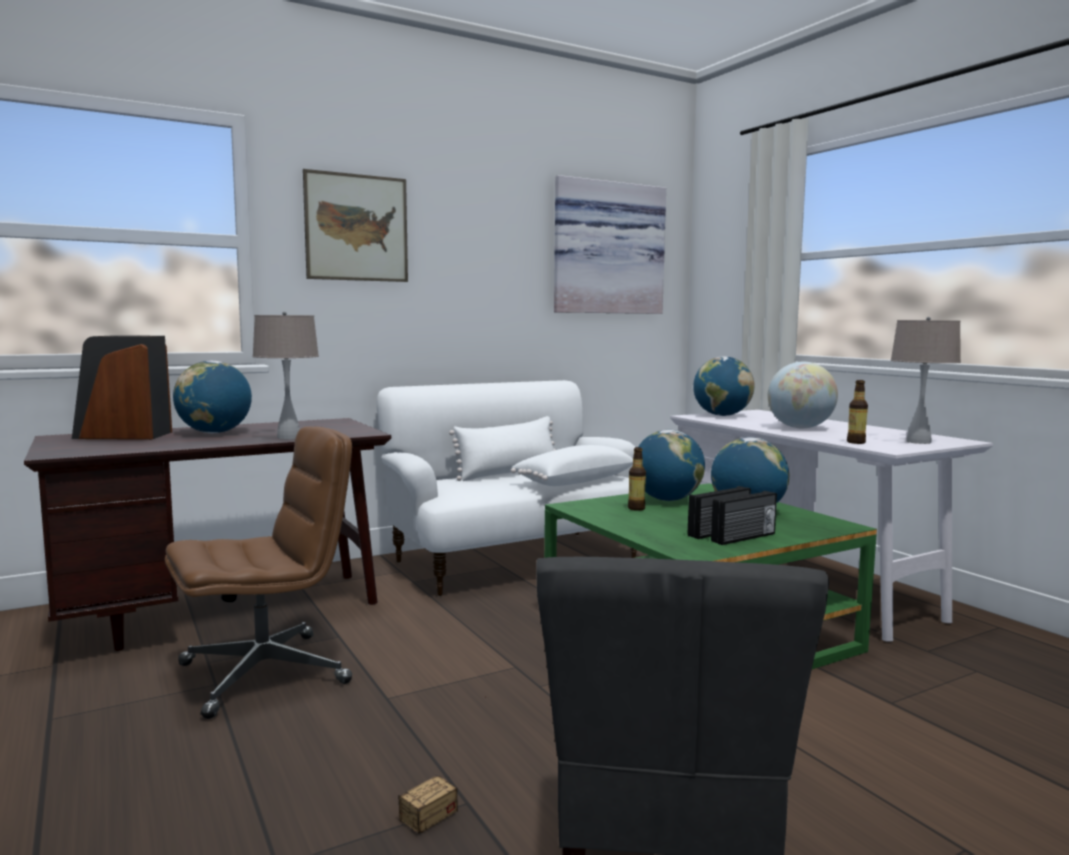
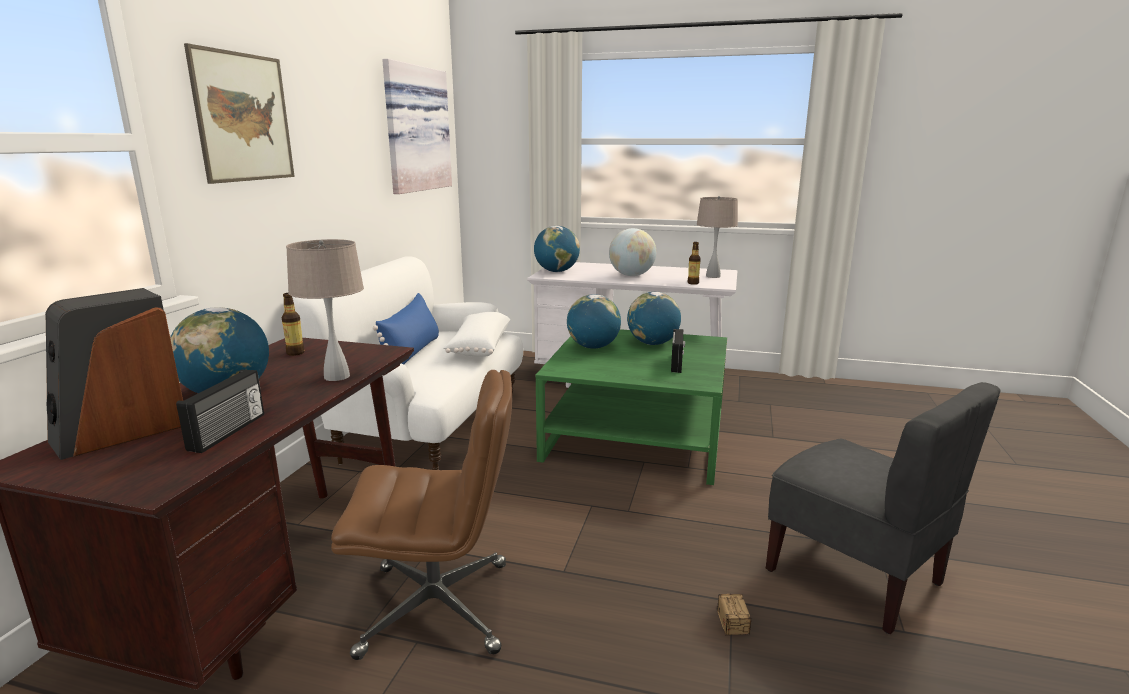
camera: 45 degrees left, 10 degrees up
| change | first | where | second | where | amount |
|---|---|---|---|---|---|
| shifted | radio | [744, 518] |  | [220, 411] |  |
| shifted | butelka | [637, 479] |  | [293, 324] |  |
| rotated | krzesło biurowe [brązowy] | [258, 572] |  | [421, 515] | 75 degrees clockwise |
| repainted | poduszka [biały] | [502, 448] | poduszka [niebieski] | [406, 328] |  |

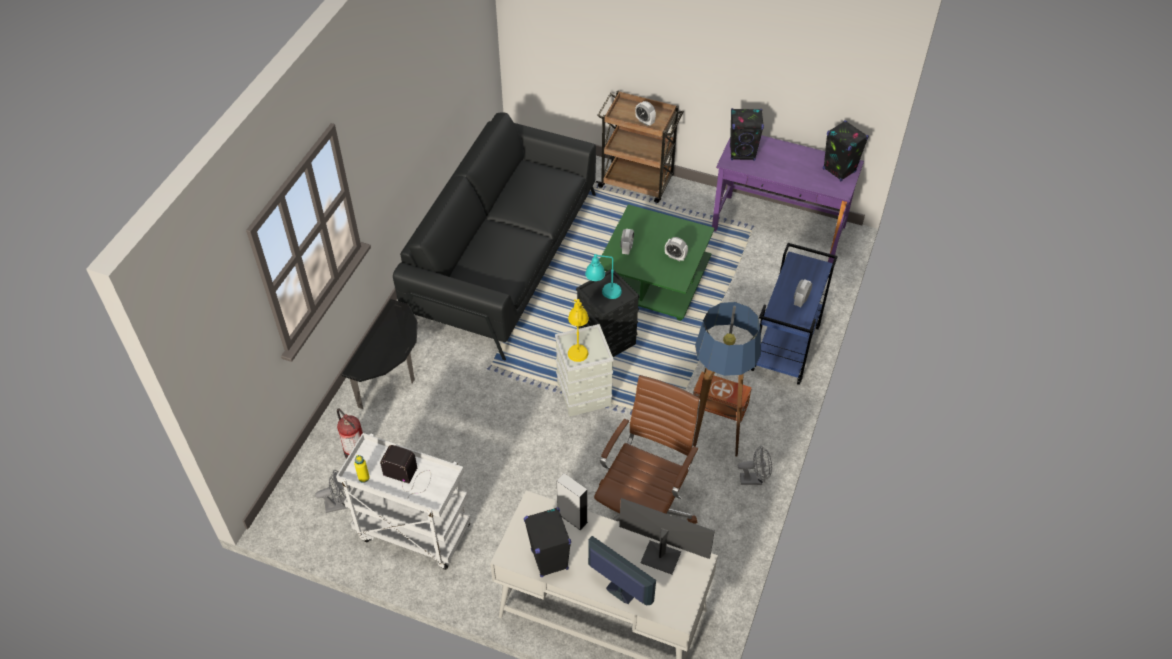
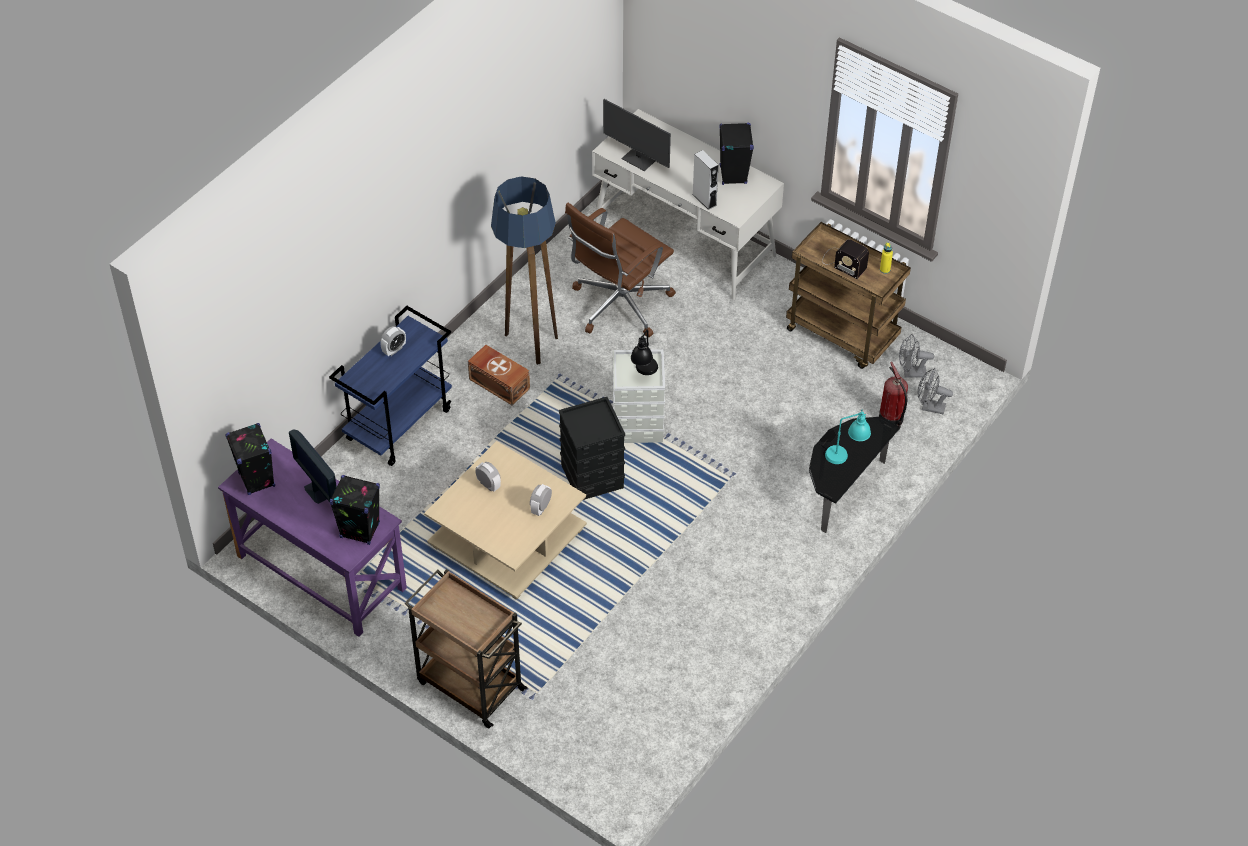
camera: 165 degrees left, 0 degrees up
| change | first | where | second | where | amount |
|---|---|---|---|---|---|
| shifted | monitor | [622, 570] |  | [313, 466] |  |
| repainted | ława [zielony] | [657, 262] | ława [beżowy] | [505, 520] |  |
| repainted | lampa stołowa [żółty] | [578, 330] | lampa stołowa [czarny] | [644, 352] |  |
| repainted | wózek [biały] | [403, 501] | wózek [brązowy] | [848, 295] |  |
| shifted | lampa stołowa [turkusowy] | [603, 276] |  | [848, 436] |  |
| shifted | wentylator [szary] | [755, 465] |  | [935, 391] |  |
| gone | kanapa [czarny] | [494, 236] |  |  |  |
| gone | budzik | [645, 113] |  |  |  |

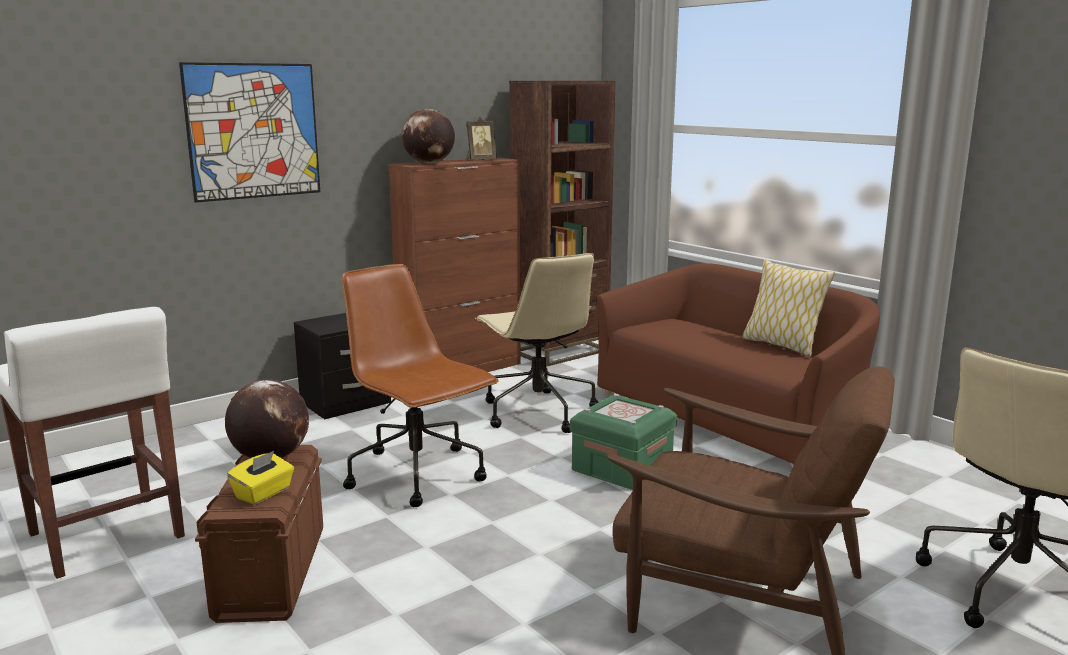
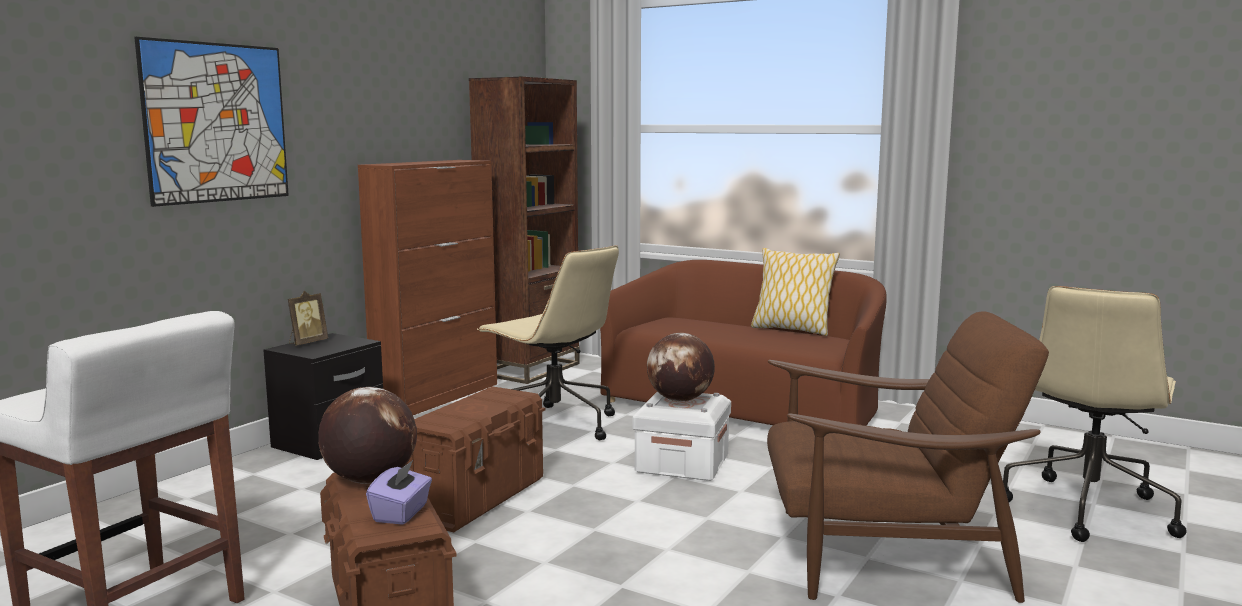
camera: 20 degrees left, 5 degrees down
| change | first | where | second | where | amount |
|---|---|---|---|---|---|
| shifted | ramka na zdjęcie | [482, 138] |  | [308, 318] |  |
| repainted | pudełko chusteczek [żółty] | [260, 478] | pudełko chusteczek [fioletowy] | [399, 492] |  |
| swapped | krzesło biurowe [brązowy] | [420, 385] | pojemnik do przechowywania [brązowy] | [476, 459] |  |
| repainted | pojemnik do przechowywania [zielony] | [623, 442] | pojemnik do przechowywania [biały] | [682, 436] |  |
| shifted | globus | [428, 136] |  | [681, 367] |  |

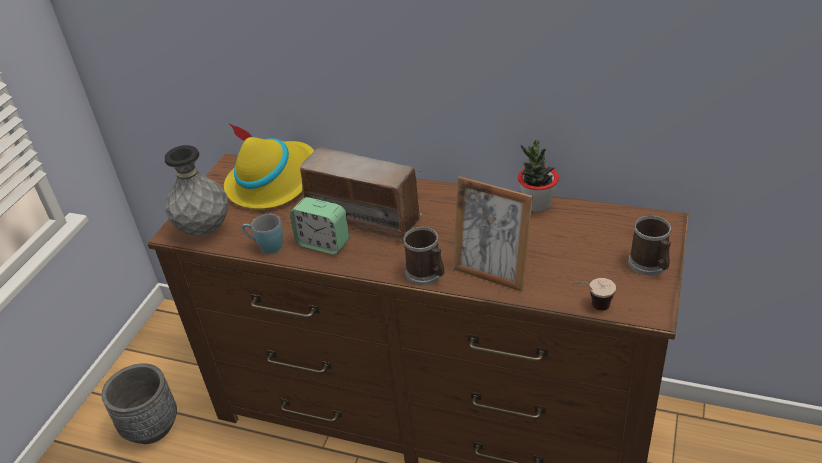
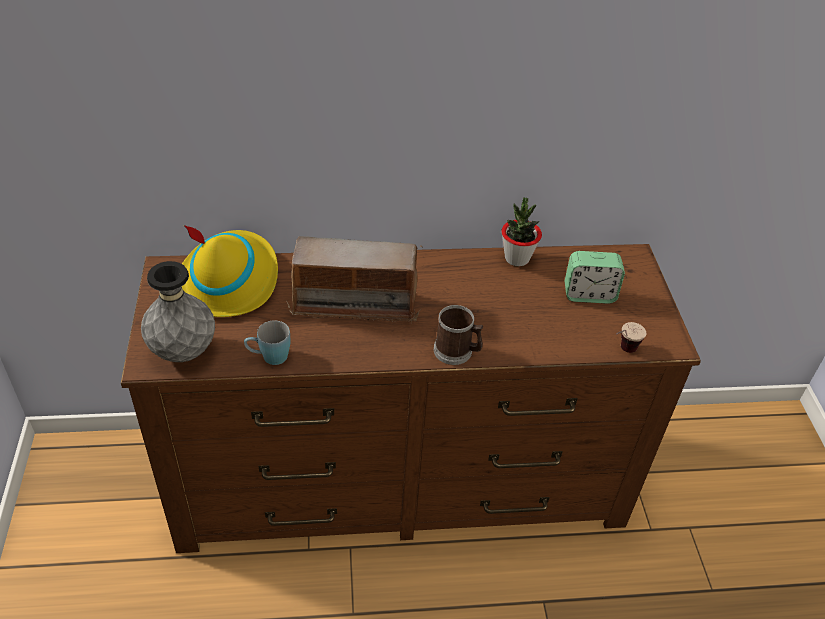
camera: 30 degrees left, 5 degrees up
| change | first | where | second | where | amount |
|---|---|---|---|---|---|
| shifted | budzik | [319, 226] |  | [595, 277] |  |
| gone | donica [szary] | [139, 403] |  |  |  |
| gone | ramka na zdjęcie | [493, 234] |  |  |  |
| gone | kubek | [649, 246] |  |  |  |

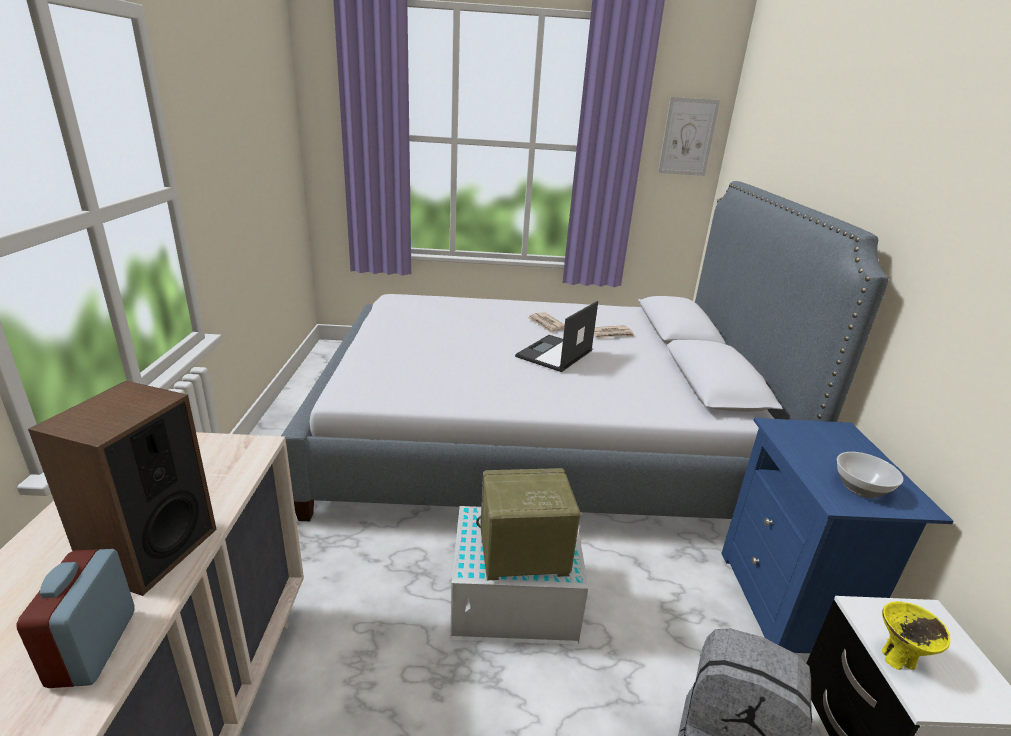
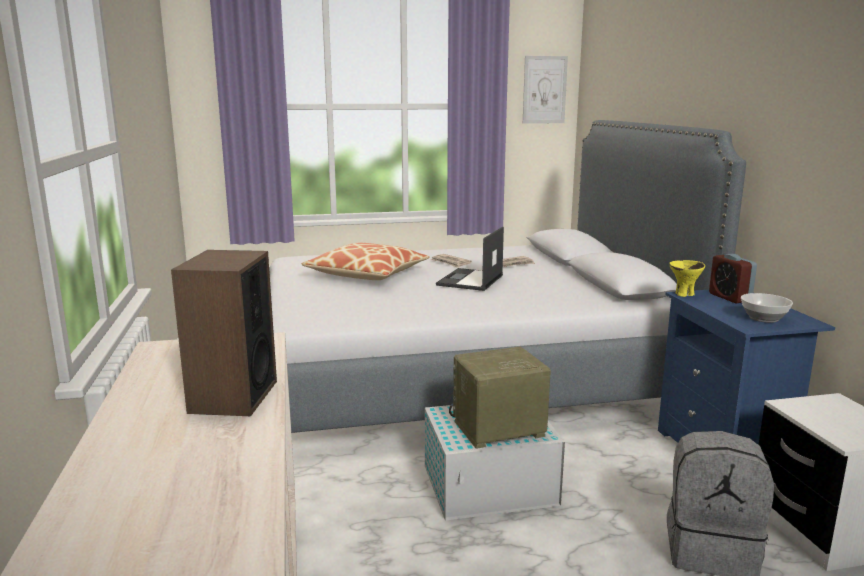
camera: 10 degrees left, 10 degrees down
| change | first | where | second | where | amount |
|---|---|---|---|---|---|
| new |  |  | poduszka | [366, 261] |  |
| shifted | miska [żółty] | [916, 635] |  | [687, 278] |  |
| shifted | budzik | [76, 618] |  | [733, 278] |  |

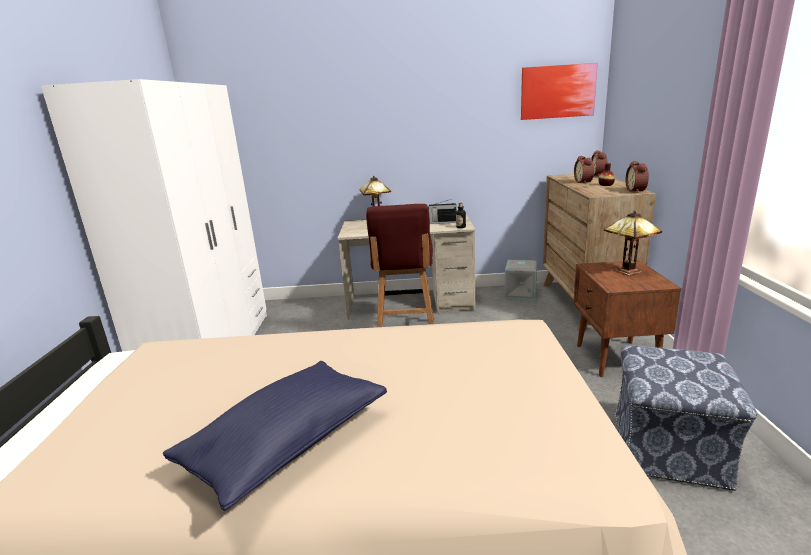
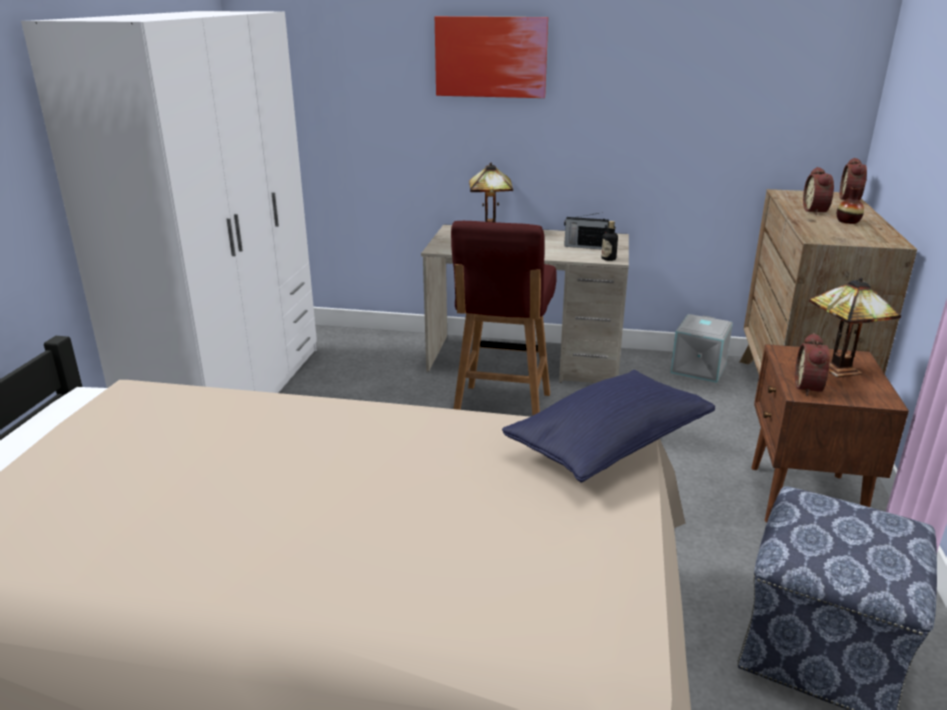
camera: 10 degrees right, 5 degrees up
| change | first | where | second | where | amount |
|---|---|---|---|---|---|
| shifted | obraz | [559, 91] |  | [491, 57] |  |
| shifted | poduszka [niebieski] | [275, 436] |  | [608, 426] |  |
| shifted | budzik | [637, 177] |  | [812, 364] |  |

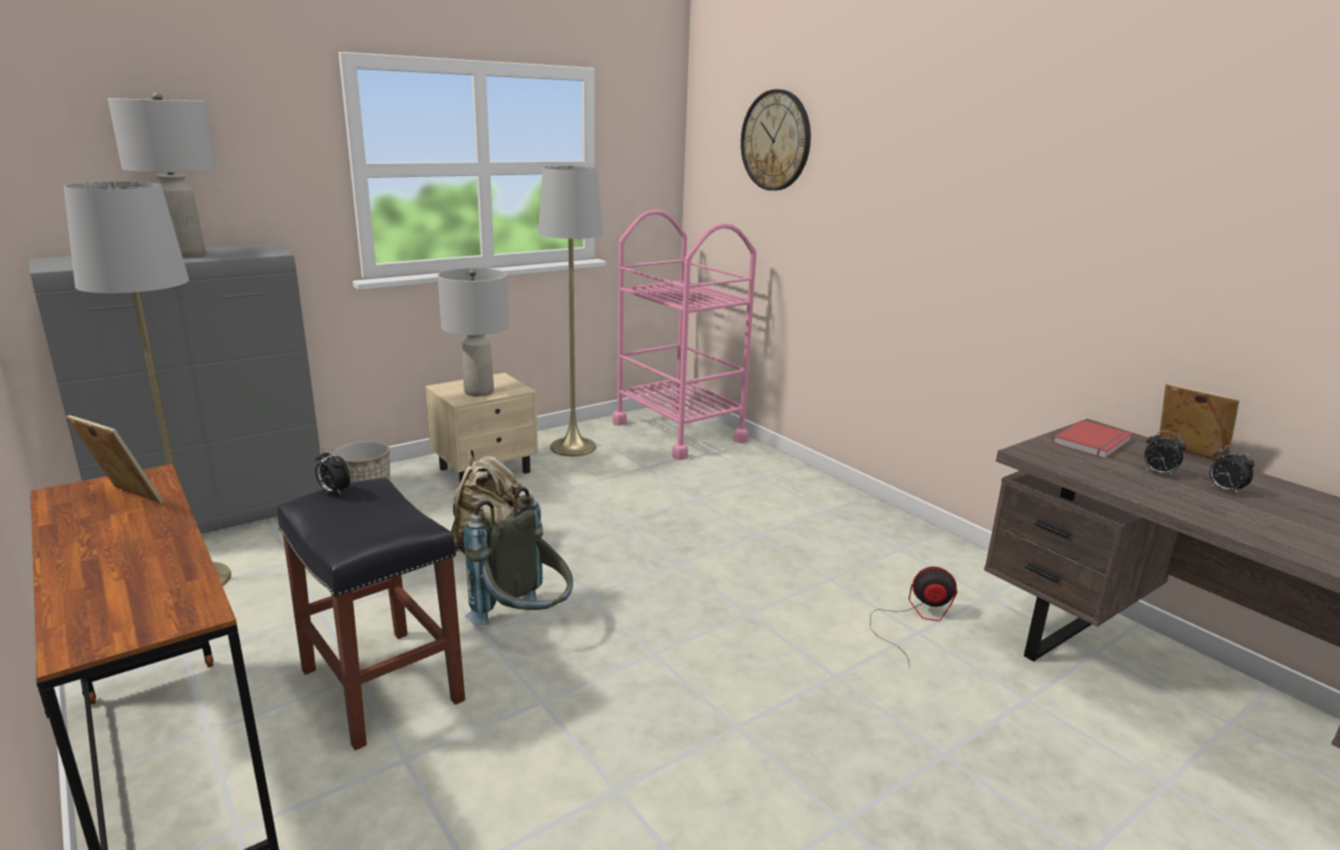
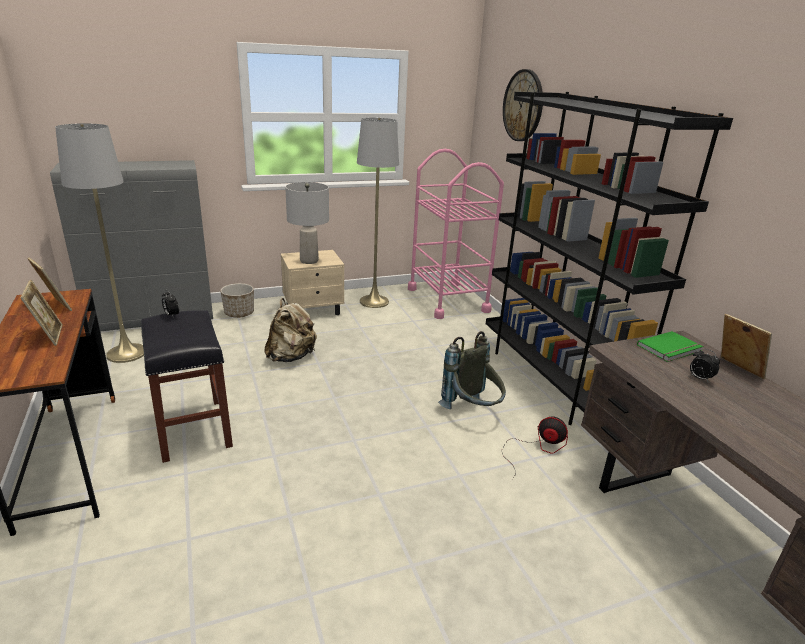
camera: 15 degrees right, 5 degrees up
| change | first | where | second | where | amount |
|---|---|---|---|---|---|
| new |  |  | ramka na zdjęcie | [42, 313] |  |
| shifted | plecak [szary] | [518, 556] |  | [472, 370] |  |
| new |  |  | regał [czarny] | [609, 258] |  |
| repainted | książka [czerwony] | [1093, 439] | książka [zielony] | [670, 346] |  |
| gone | lampa stołowa [szary] | [162, 175] |  |  |  |
| gone | budzik | [1232, 470] |  |  |  |

